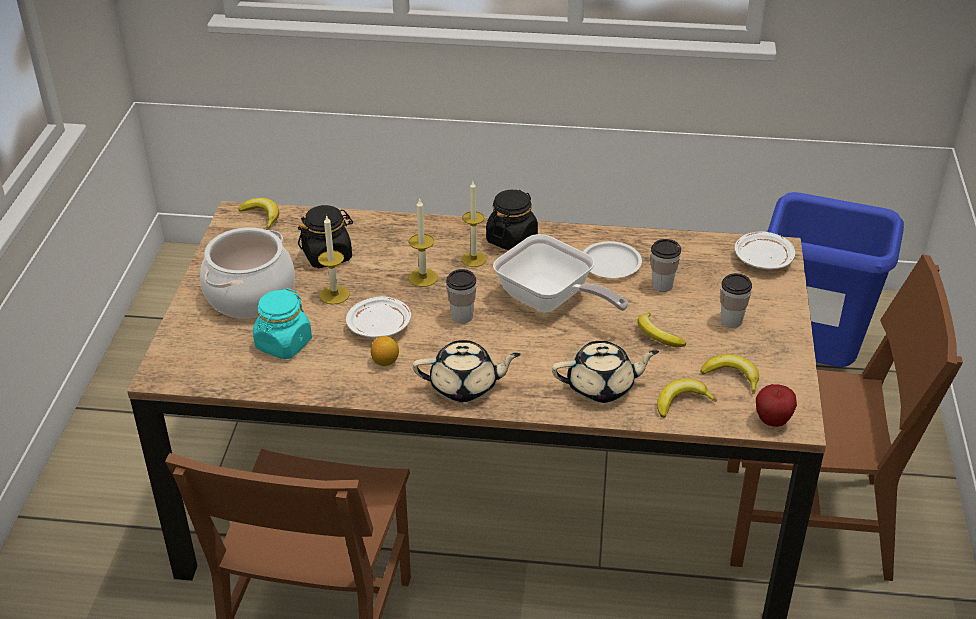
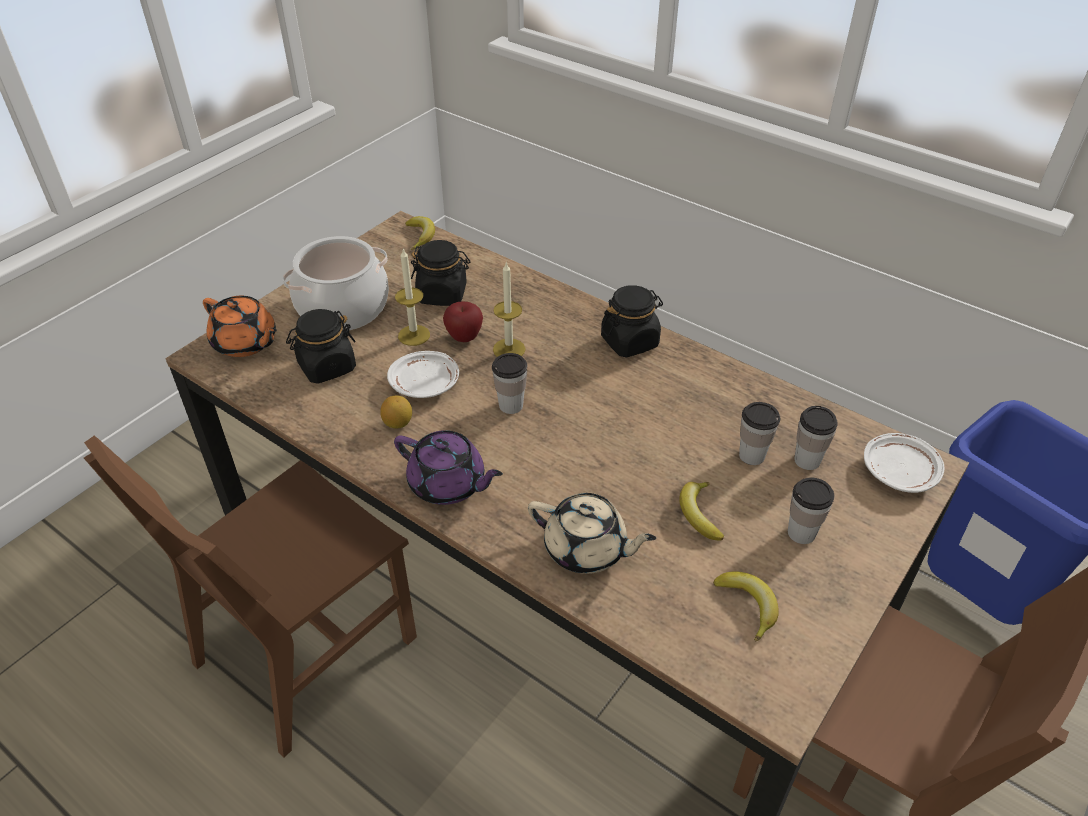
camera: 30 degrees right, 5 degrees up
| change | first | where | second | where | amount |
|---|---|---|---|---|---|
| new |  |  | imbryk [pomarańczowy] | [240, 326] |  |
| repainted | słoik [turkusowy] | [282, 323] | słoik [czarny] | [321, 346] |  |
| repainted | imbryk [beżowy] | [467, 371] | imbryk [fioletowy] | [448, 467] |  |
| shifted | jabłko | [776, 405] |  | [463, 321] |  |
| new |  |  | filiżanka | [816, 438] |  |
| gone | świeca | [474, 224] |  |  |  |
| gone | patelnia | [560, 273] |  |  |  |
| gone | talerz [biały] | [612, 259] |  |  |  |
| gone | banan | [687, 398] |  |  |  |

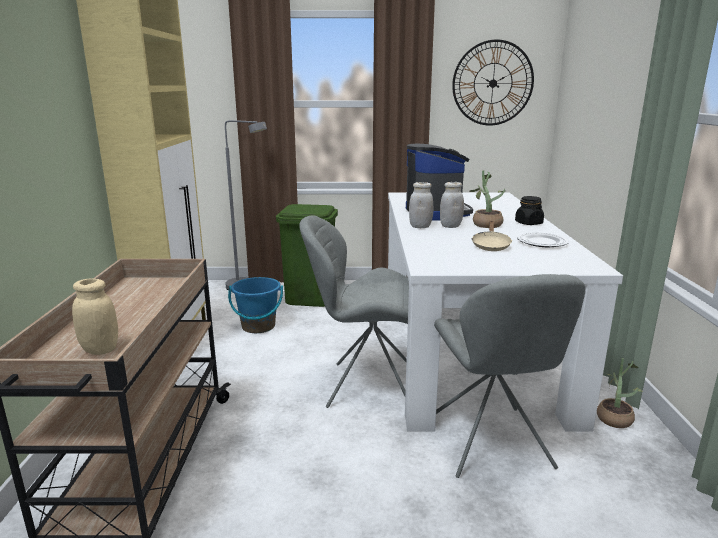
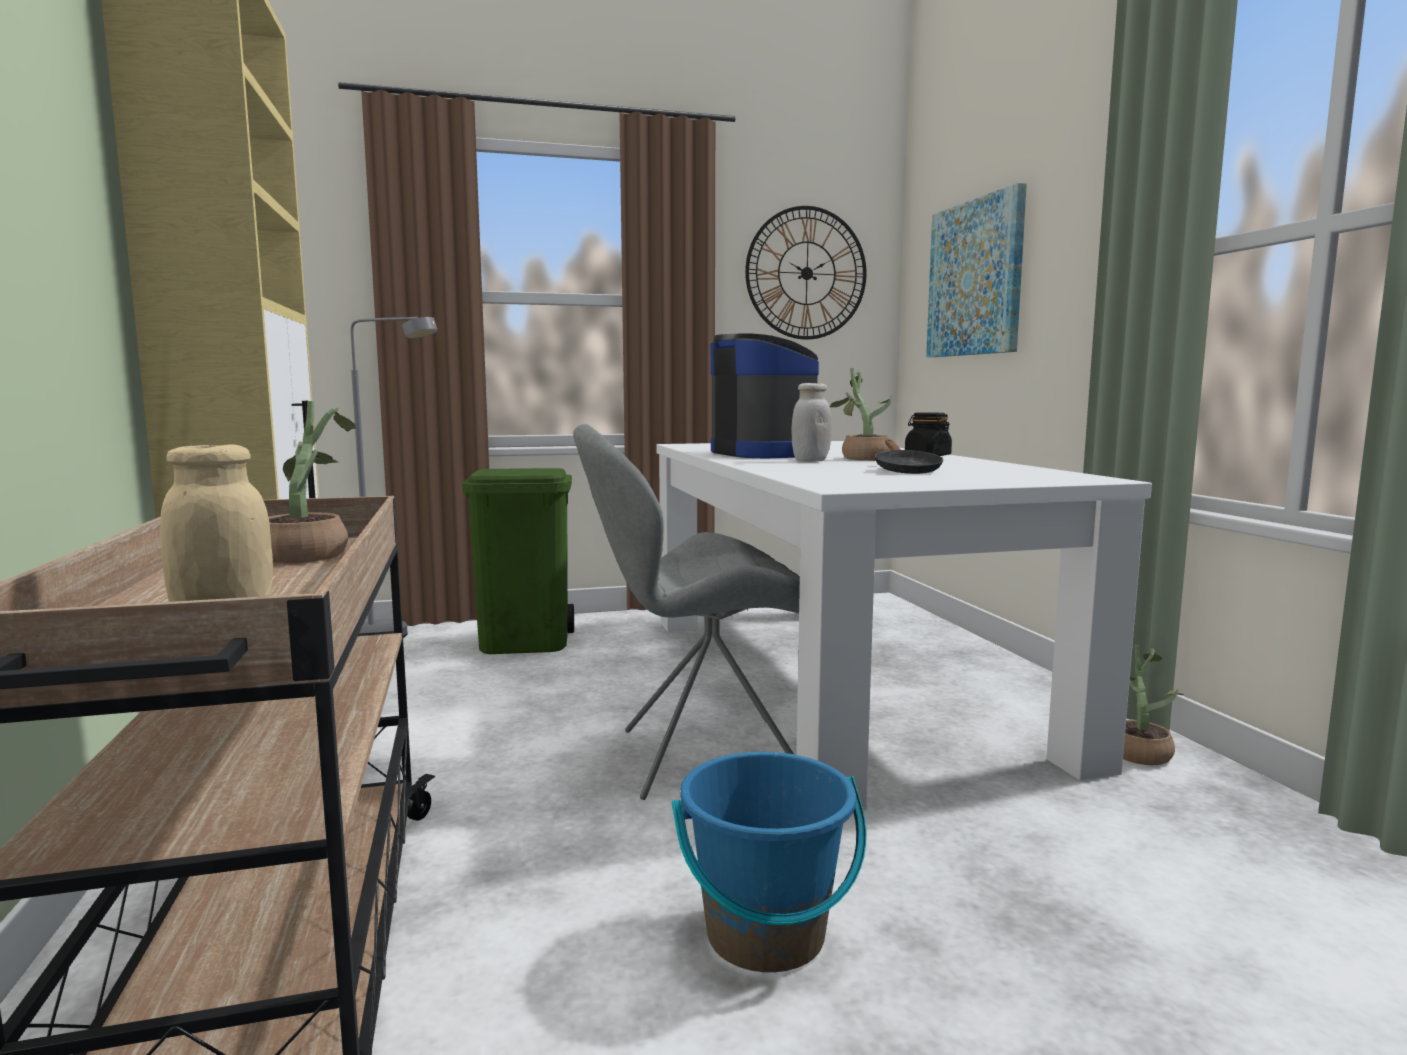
camera: 15 degrees left, 10 degrees down
| change | first | where | second | where | amount |
|---|---|---|---|---|---|
| new |  |  | roślina doniczkowa | [312, 482] |  |
| shifted | wiadro [niebieski] | [255, 305] |  | [769, 862] |  |
| repainted | patelnia [beżowy] | [491, 236] | patelnia [czarny] | [909, 456] |  |
| new |  |  | obraz | [976, 270] |  |
| gone | słoik [biały] | [421, 205] |  |  |  |
| gone | krzesło [szary] | [509, 376] |  |  |  |
| gone | talerz | [543, 240] |  |  |  |

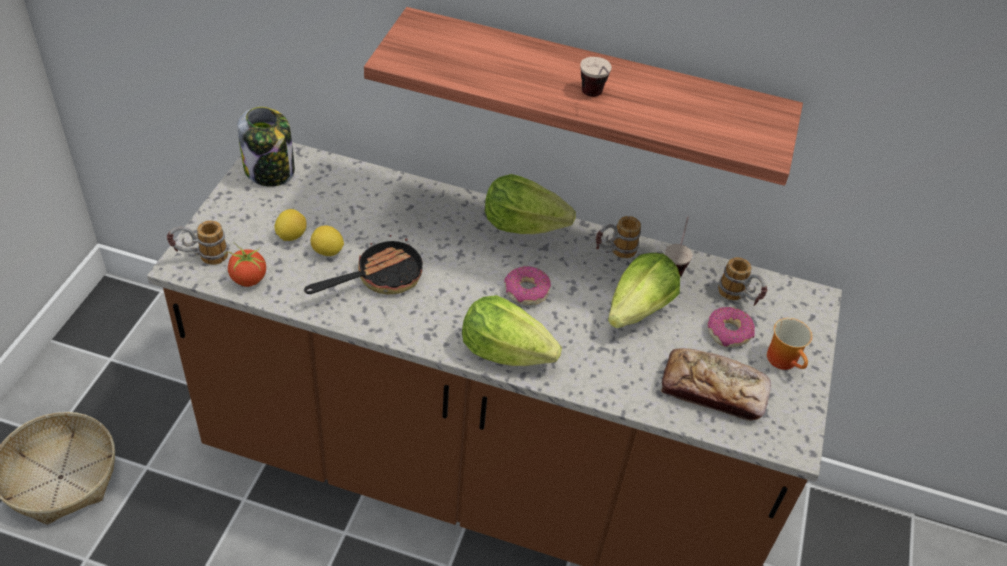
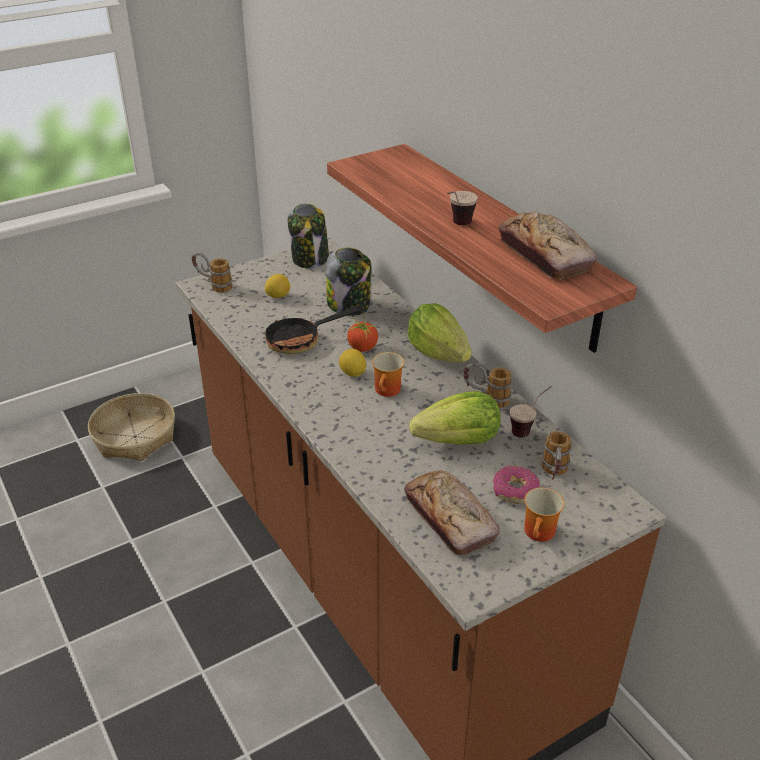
camera: 45 degrees right, 10 degrees down
| change | first | where | second | where | amount |
|---|---|---|---|---|---|
| rotated | patelnia | [363, 264] |  | [314, 330] | 150 degrees clockwise |
| new |  |  | słoik | [349, 281] |  |
| shifted | cytryna | [327, 240] |  | [352, 363] |  |
| shifted | pomidor | [245, 265] |  | [362, 334] |  |
| swapped | donut | [527, 285] | kubek | [388, 374] |  |
| new |  |  | chleb | [548, 246] |  |
| gone | sałata | [512, 330] |  |  |  |

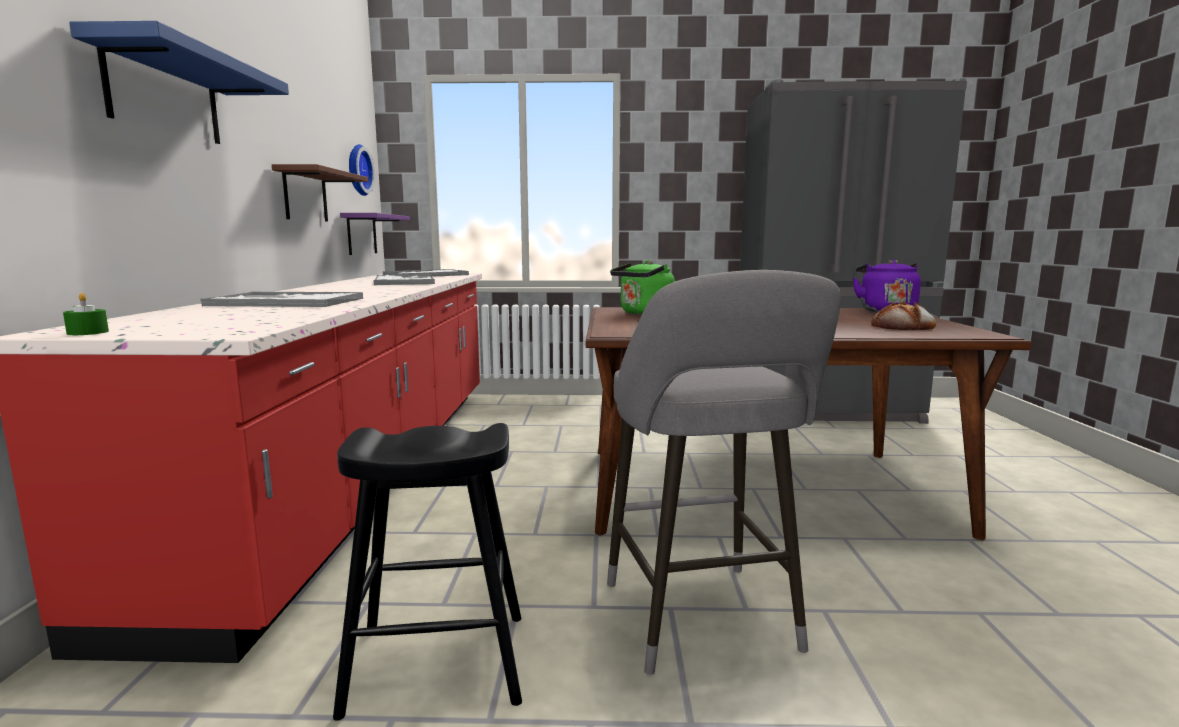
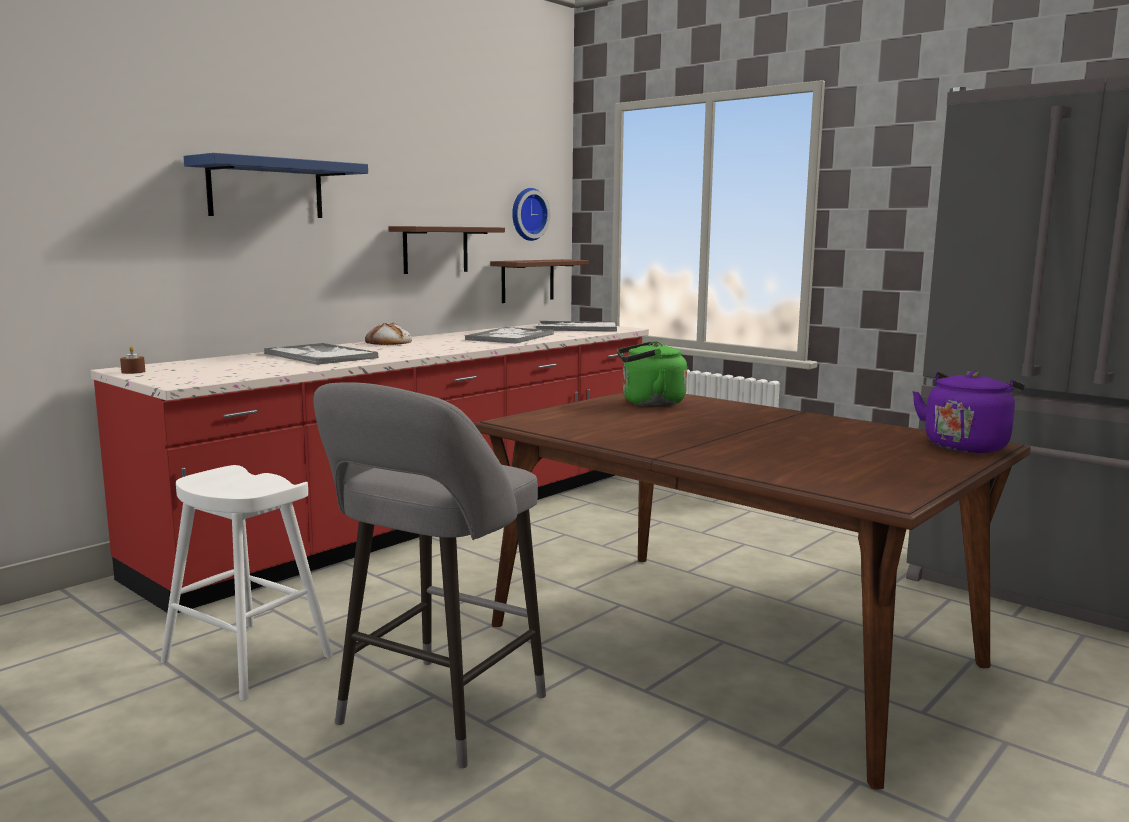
camera: 40 degrees right, 0 degrees up
| change | first | where | second | where | amount |
|---|---|---|---|---|---|
| repainted | świeca [zielony] | [86, 314] | świeca [brązowy] | [132, 360] |  |
| repainted | stołek [czarny] | [427, 572] | stołek [biały] | [246, 583] |  |
| shifted | chleb | [903, 315] |  | [388, 334] |  |
| repainted | półka [fioletowy] | [375, 234] | półka [brązowy] | [539, 281] |  |

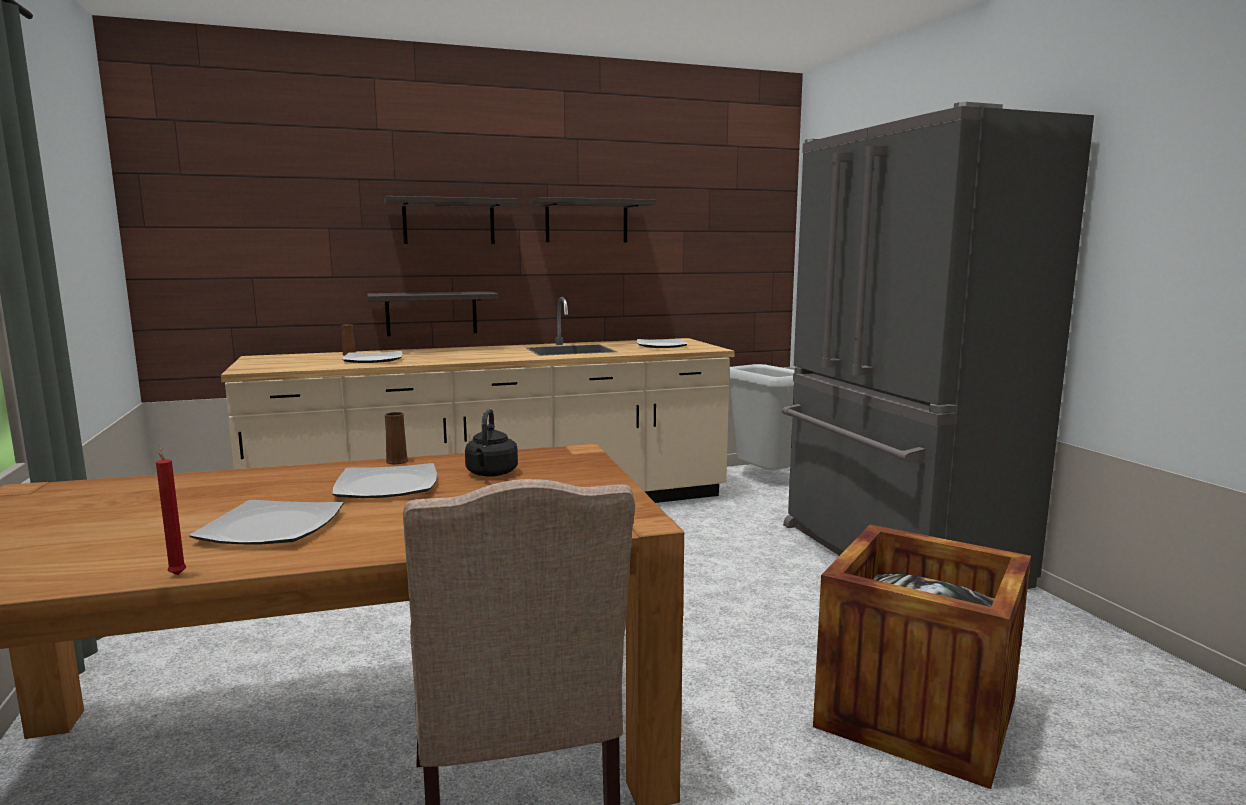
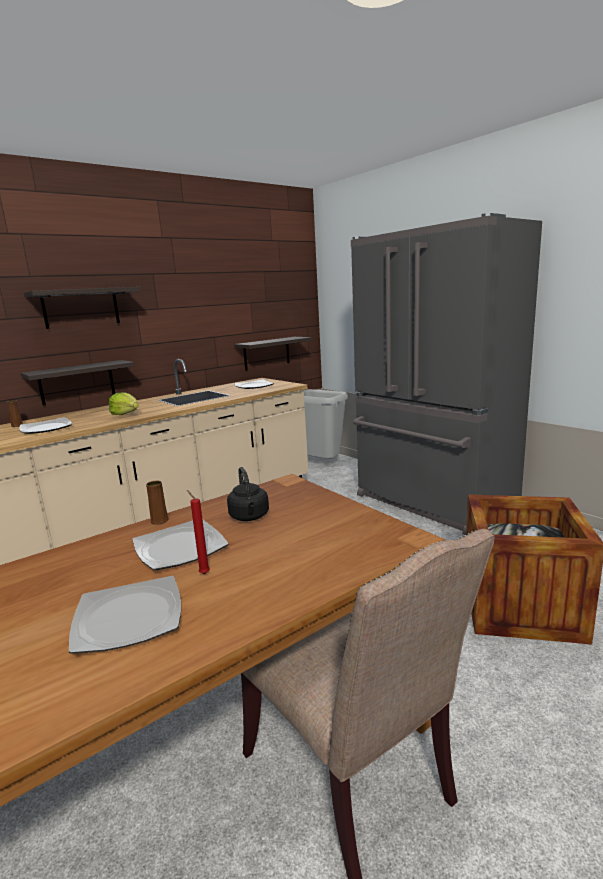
camera: 20 degrees left, 5 degrees up
| change | first | where | second | where | amount |
|---|---|---|---|---|---|
| new |  |  | sałata | [123, 403] |  |
| shifted | świeca [czerwony] | [171, 510] |  | [198, 532] |  |
| shifted | półka | [593, 219] |  | [273, 353] |  |

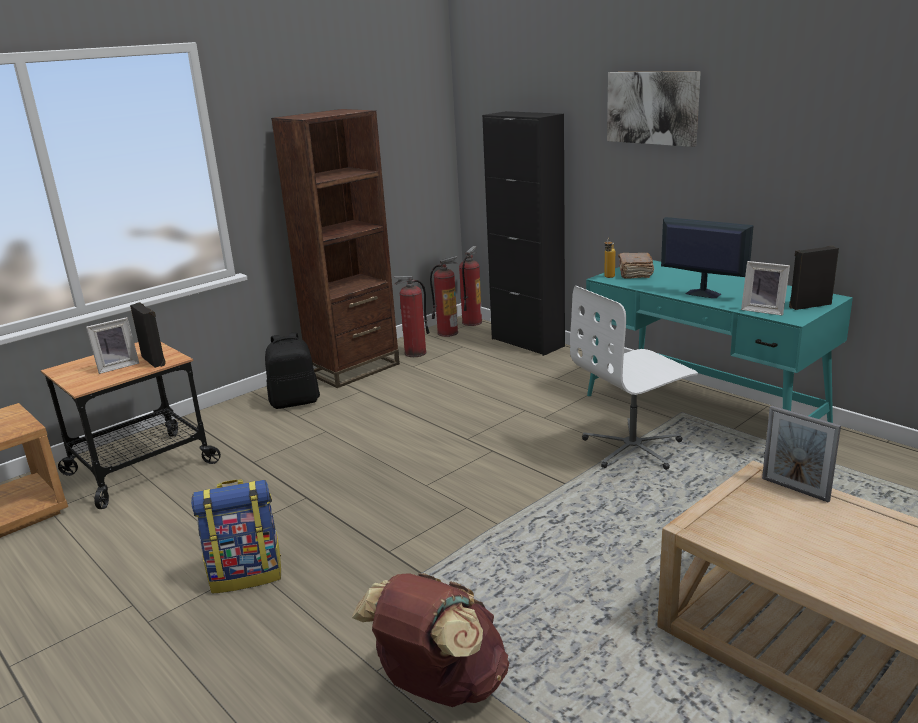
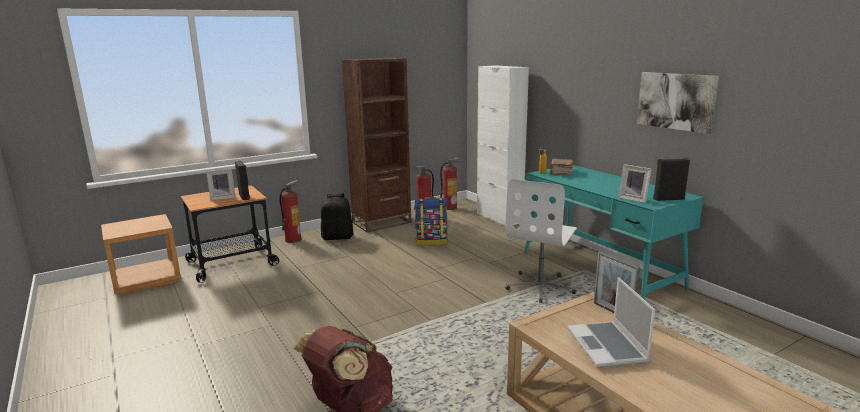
camera: 10 degrees right, 5 degrees down
| change | first | where | second | where | amount |
|---|---|---|---|---|---|
| shifted | gaśnica | [470, 286] |  | [291, 211] |  |
| shifted | plecak | [236, 537] |  | [431, 221] |  |
| repainted | szafka [czarny] | [523, 233] | szafka [biały] | [503, 145] |  |
| rotated | krzesło biurowe [biały] | [634, 378] |  | [541, 241] | 45 degrees counterclockwise |
| new |  |  | laptop | [611, 322] |  |
| shifted | obraz | [654, 109] |  | [678, 103] |  |
| gone | monitor | [707, 257] |  |  |  |

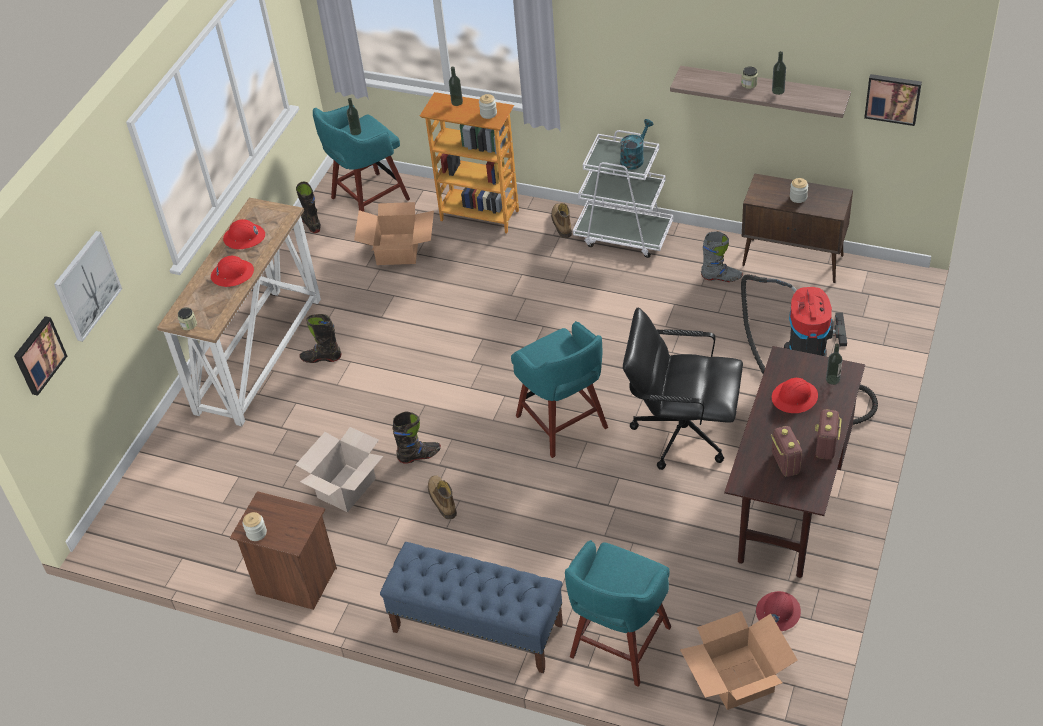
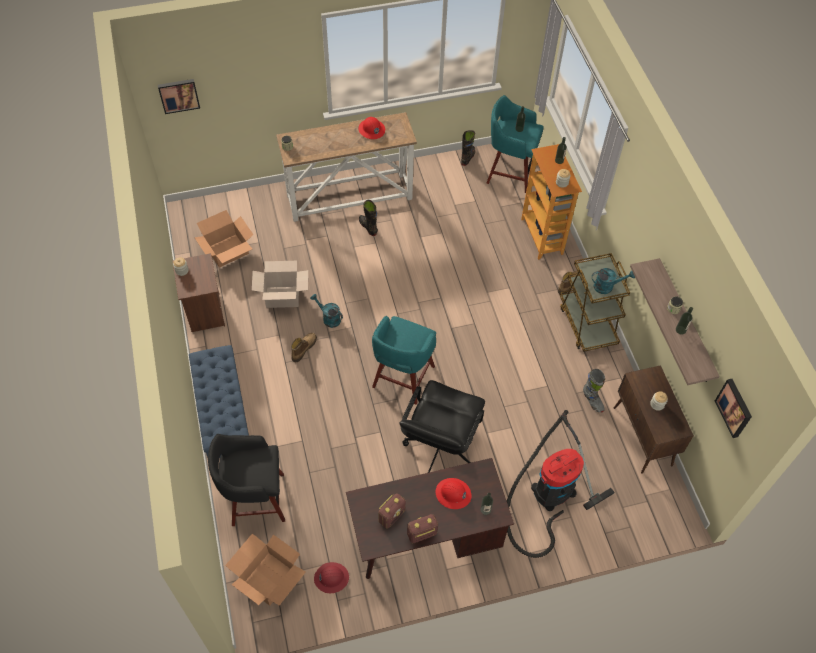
camera: 50 degrees right, 10 degrees up
| change | first | where | second | where | amount |
|---|---|---|---|---|---|
| shifted | karton | [394, 233] |  | [224, 239] |  |
| repainted | stołek [turkusowy] | [618, 613] | stołek [czarny] | [246, 480] |  |
| swapped | but z cholewką [czarny] | [417, 438] | konewka [turkusowy] | [326, 311] |  |
| rotated | krzesło biurowe [czarny] | [683, 389] |  | [442, 426] | 135 degrees counterclockwise |
| repainted | wózek [biały] | [623, 194] | wózek [brązowy] | [595, 302] |  |
| gone | obraz | [88, 286] |  |  |  |
| gone | kask [czerwony] | [232, 271] |  |  |  |

